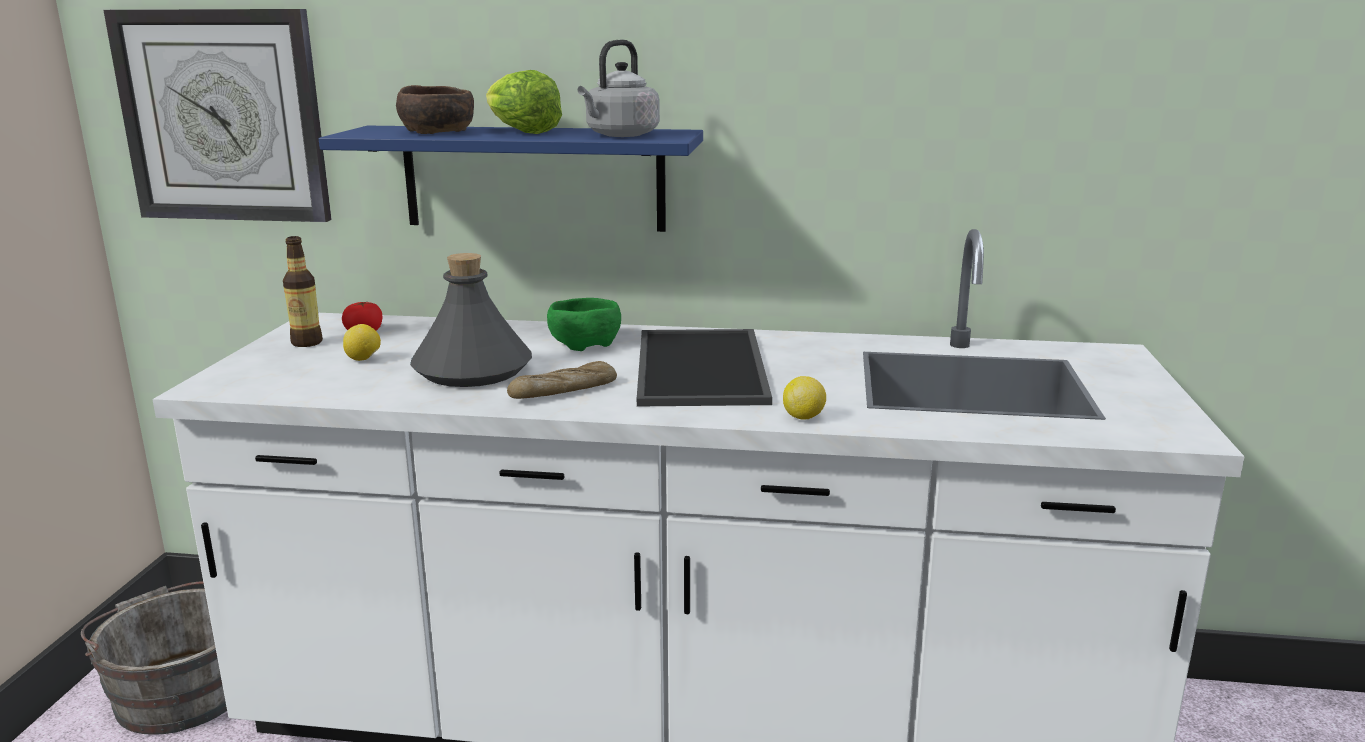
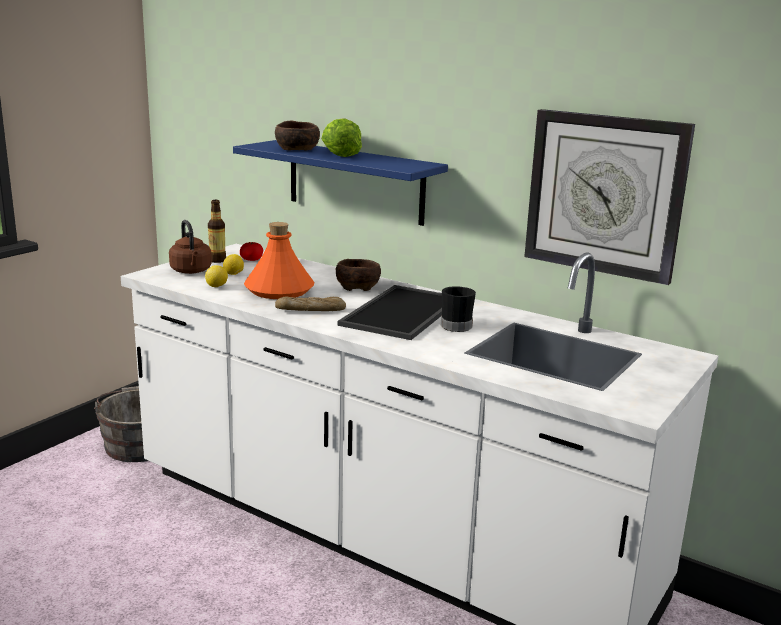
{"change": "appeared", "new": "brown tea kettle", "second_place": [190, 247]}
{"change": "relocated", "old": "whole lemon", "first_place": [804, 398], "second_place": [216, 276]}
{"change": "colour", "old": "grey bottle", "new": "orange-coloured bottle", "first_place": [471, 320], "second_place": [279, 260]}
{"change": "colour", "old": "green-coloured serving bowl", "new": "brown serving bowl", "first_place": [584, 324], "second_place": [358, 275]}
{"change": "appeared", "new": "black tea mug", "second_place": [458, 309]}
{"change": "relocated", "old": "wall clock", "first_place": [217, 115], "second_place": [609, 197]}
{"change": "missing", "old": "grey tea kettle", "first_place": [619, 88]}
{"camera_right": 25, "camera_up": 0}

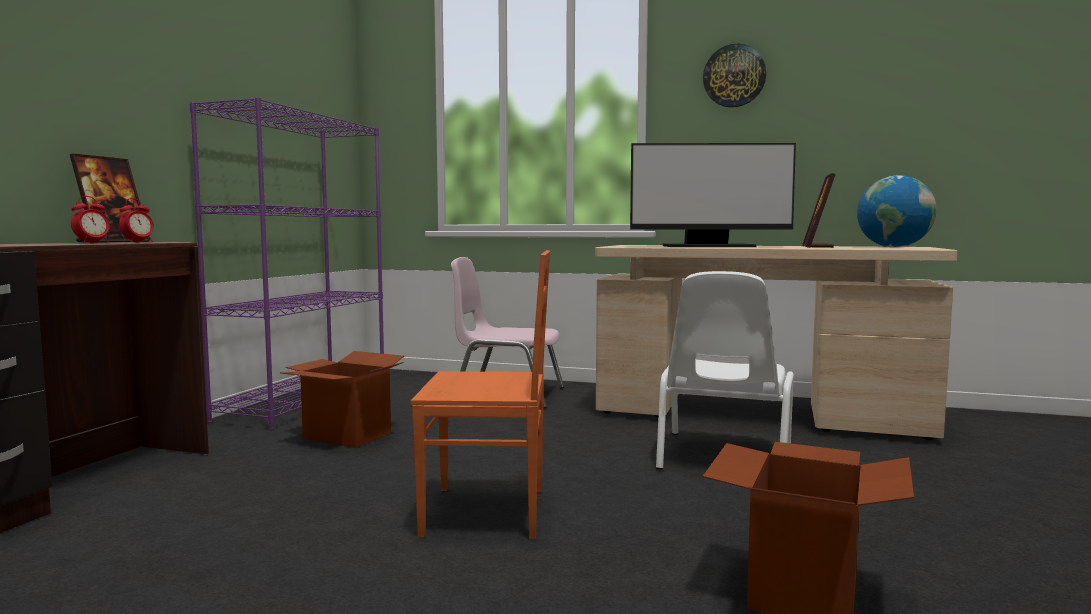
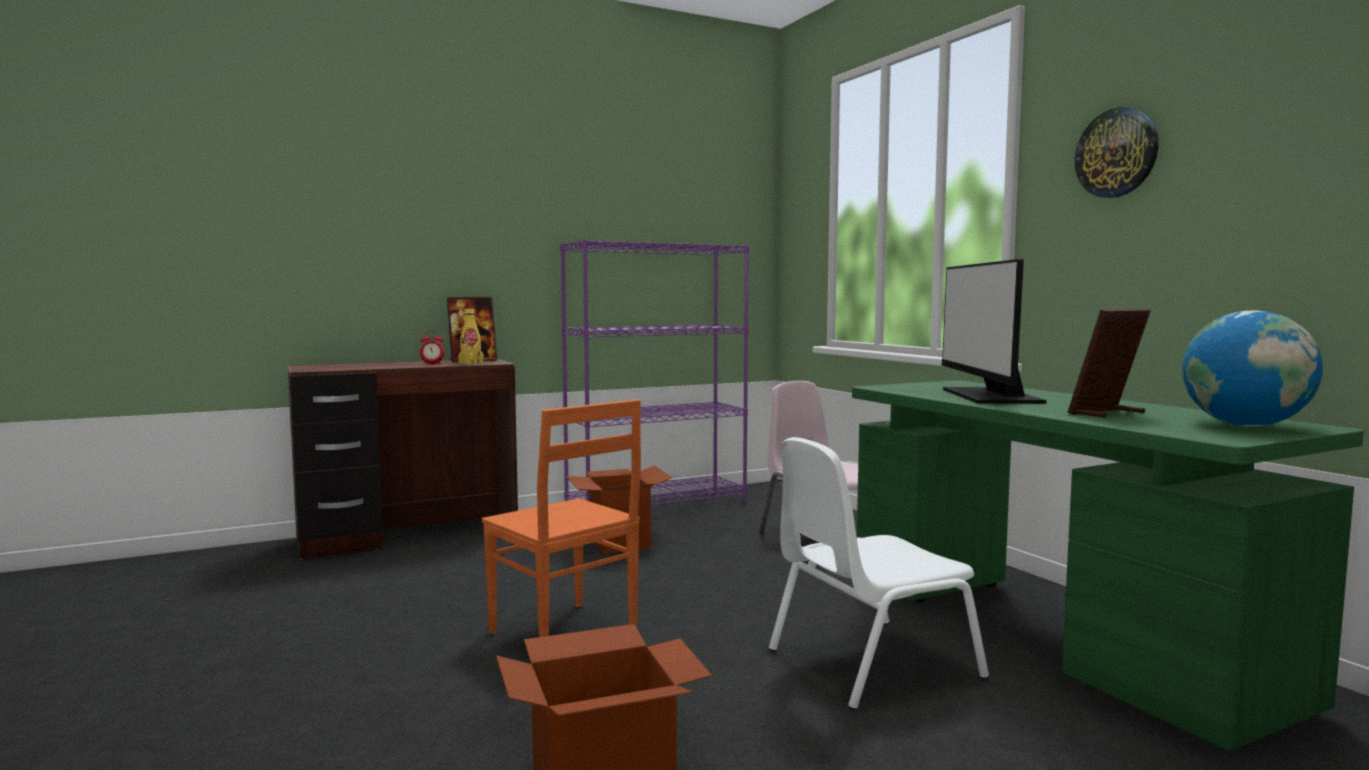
{"change": "exchanged", "old": "table clock", "new": "yellow-coloured bottle", "first_place": [136, 220], "second_place": [471, 336]}
{"change": "colour", "old": "beige-coloured desk unit", "new": "green-coloured desk unit", "first_place": [776, 342], "second_place": [1108, 565]}
{"change": "spun", "old": "computer screen", "first_place": [713, 195], "second_place": [994, 331], "degrees": 45}
{"camera_right": 45, "camera_up": 0}

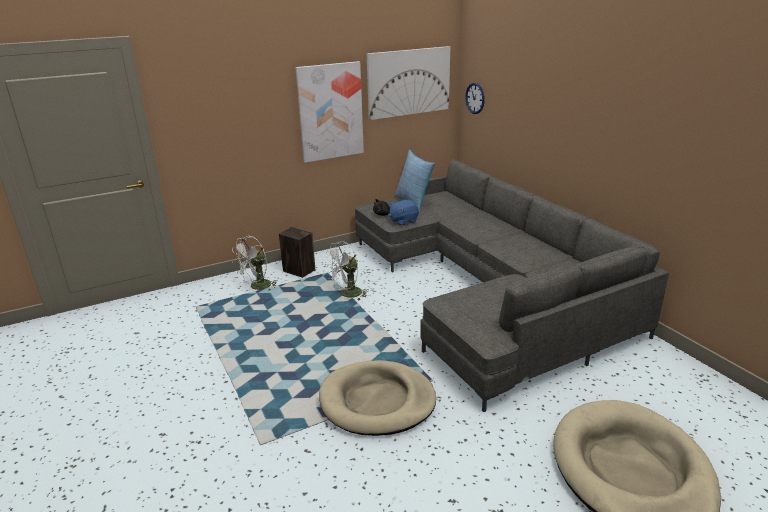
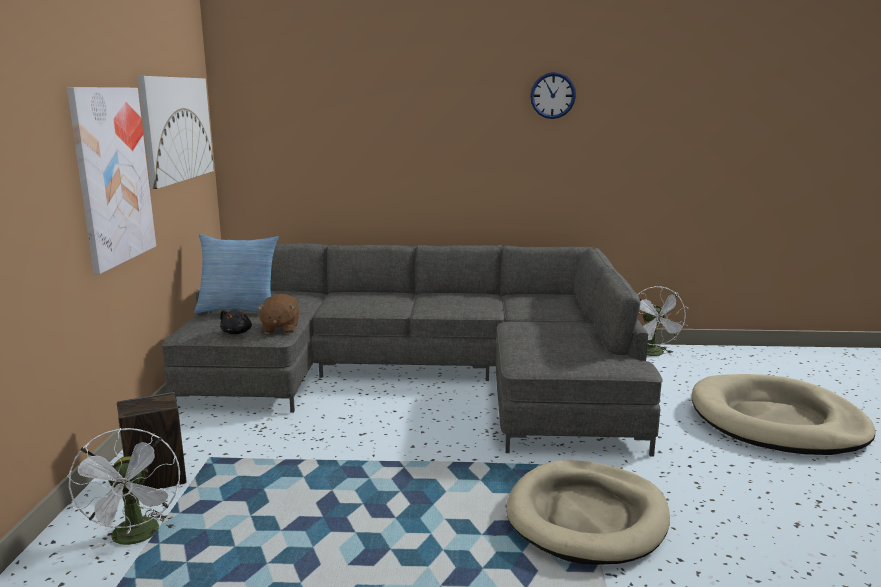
{"change": "colour", "old": "blue plush toy", "new": "brown plush toy", "first_place": [404, 213], "second_place": [277, 314]}
{"change": "relocated", "old": "wall clock", "first_place": [475, 98], "second_place": [553, 95]}
{"change": "relocated", "old": "white fan", "first_place": [347, 271], "second_place": [663, 321]}
{"camera_right": -60, "camera_up": -10}

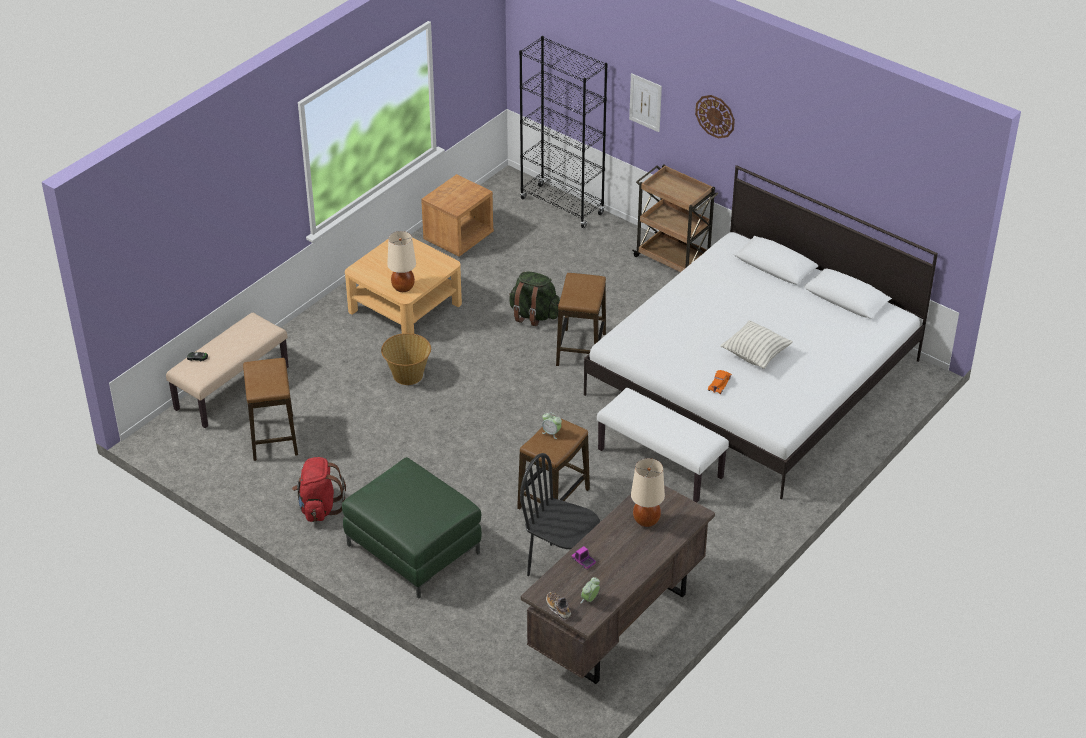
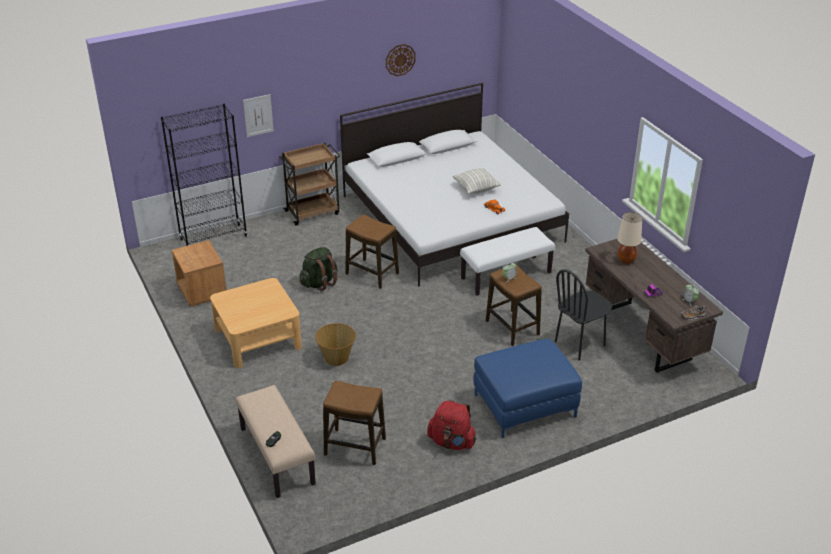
{"change": "relocated", "old": "wall clock", "first_place": [715, 116], "second_place": [401, 60]}
{"change": "colour", "old": "green-coloured footrest", "new": "blue footrest", "first_place": [412, 528], "second_place": [527, 388]}
{"change": "missing", "old": "beige-coloured table lamp", "first_place": [401, 261]}
{"camera_right": -65, "camera_up": -5}

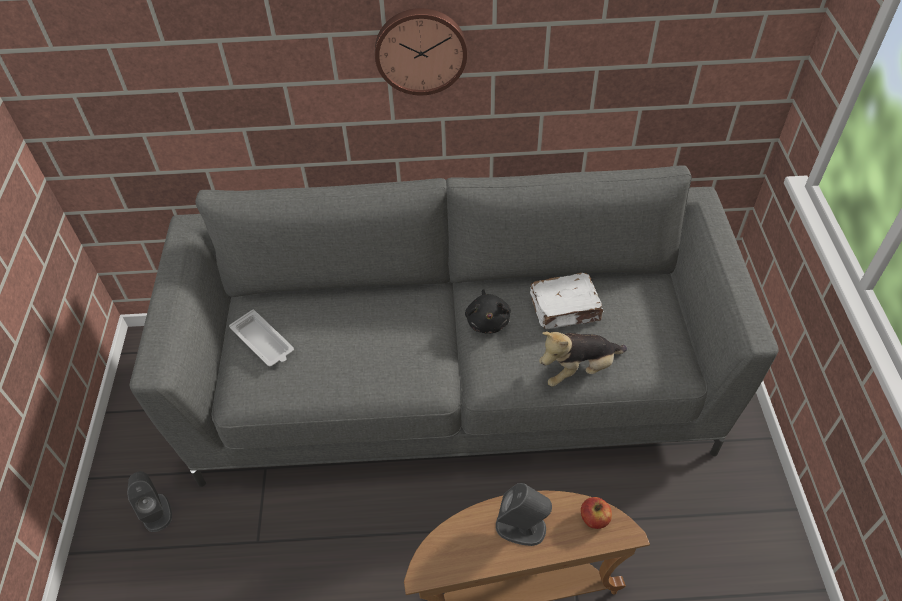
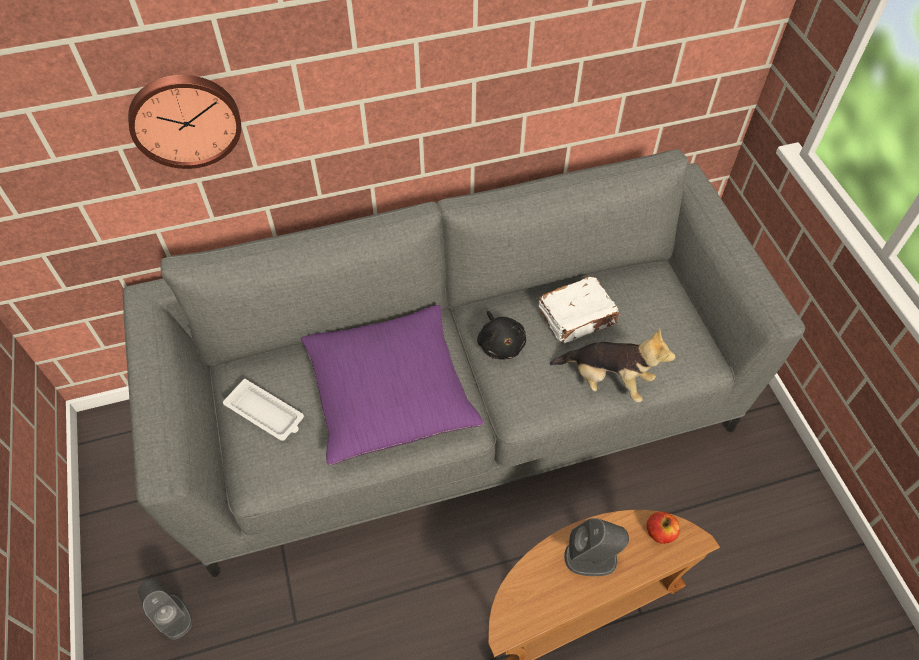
{"change": "relocated", "old": "wall clock", "first_place": [421, 51], "second_place": [184, 122]}
{"change": "appeared", "new": "purple-coloured cushion", "second_place": [392, 385]}
{"change": "spun", "old": "plush toy", "first_place": [583, 359], "second_place": [612, 365], "degrees": -120}
{"camera_right": -15, "camera_up": 5}

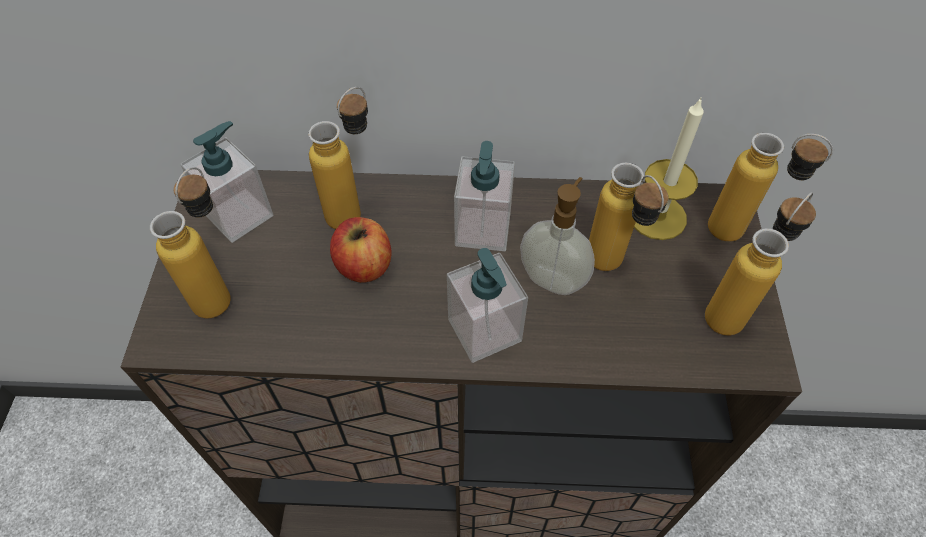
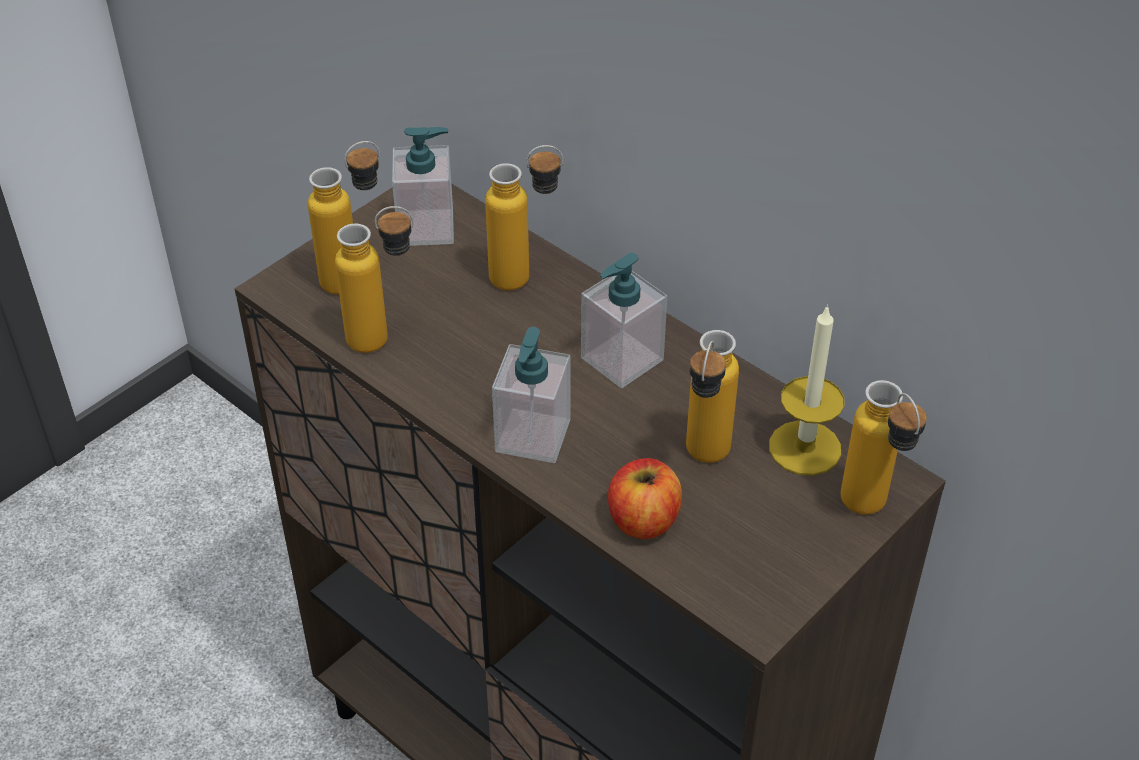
{"change": "relocated", "old": "bottle", "first_place": [760, 264], "second_place": [374, 279]}
{"change": "relocated", "old": "apple fruit", "first_place": [361, 250], "second_place": [645, 498]}
{"change": "missing", "old": "soap bottle", "first_place": [557, 236]}
{"camera_right": 40, "camera_up": -10}

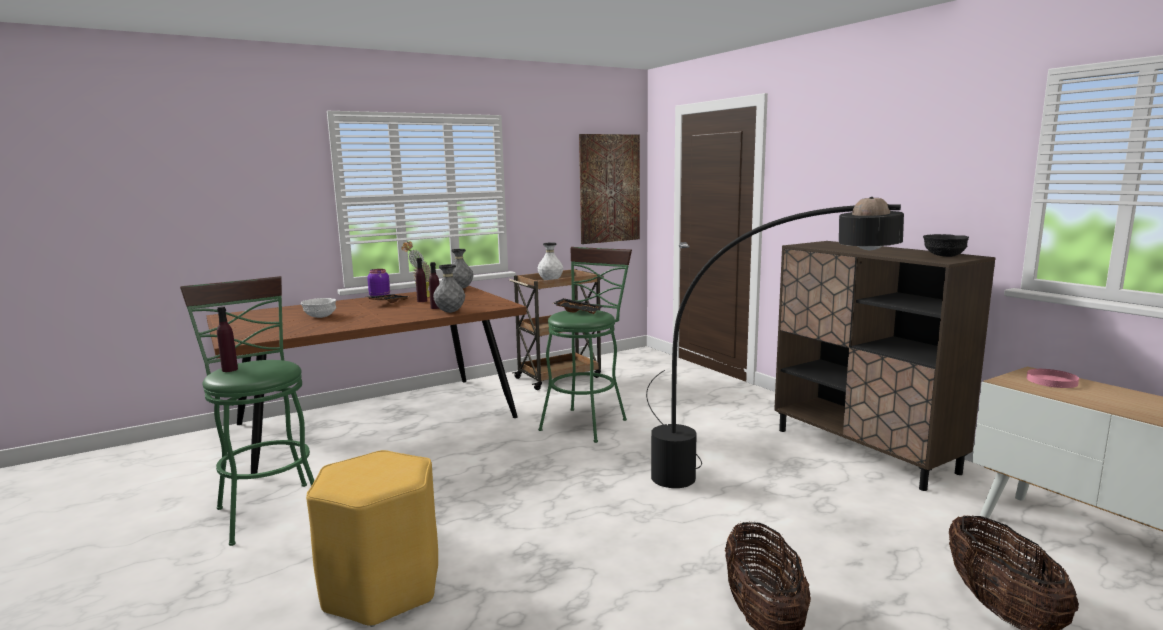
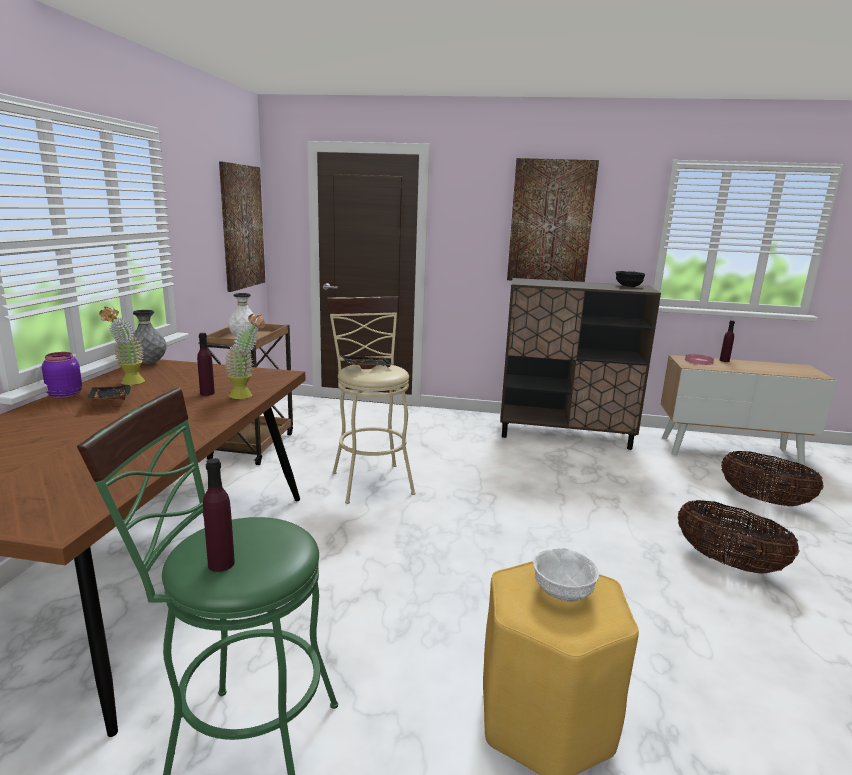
{"change": "exchanged", "old": "grey vase", "new": "potted plant", "first_place": [449, 288], "second_place": [245, 356]}
{"change": "colour", "old": "green-coloured stool seat", "new": "beige-coloured stool seat", "first_place": [585, 345], "second_place": [371, 400]}
{"change": "appeared", "new": "picture", "second_place": [553, 220]}
{"change": "relocated", "old": "white serving bowl", "first_place": [318, 308], "second_place": [566, 575]}
{"change": "relocated", "old": "purple-coloured bottle", "first_place": [421, 280], "second_place": [727, 341]}
{"change": "missing", "old": "black floor lamp", "first_place": [775, 342]}
{"camera_right": -50, "camera_up": 5}

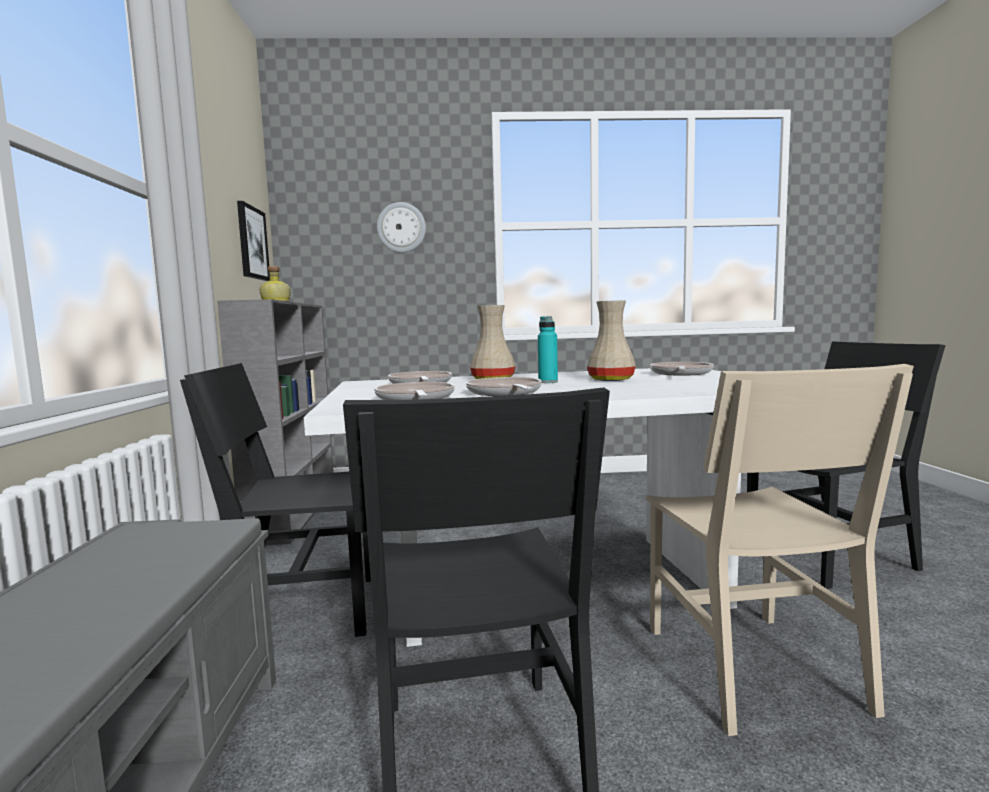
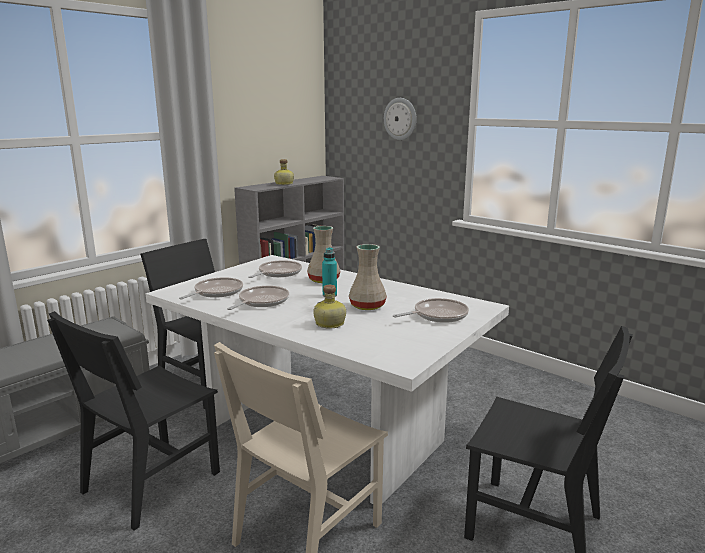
{"change": "appeared", "new": "bottle", "second_place": [329, 307]}
{"change": "missing", "old": "picture", "first_place": [253, 241]}
{"camera_right": 45, "camera_up": 10}

